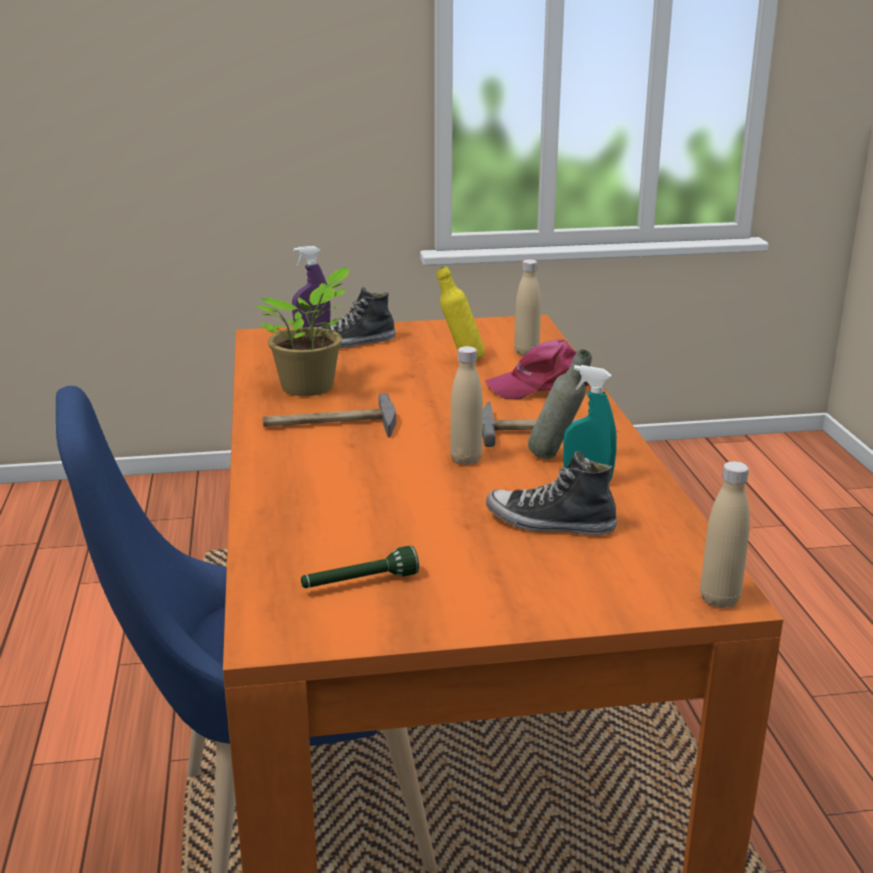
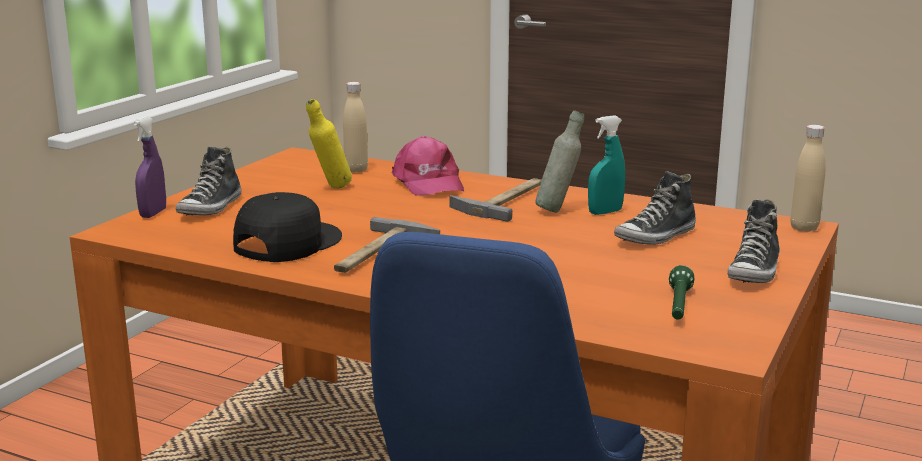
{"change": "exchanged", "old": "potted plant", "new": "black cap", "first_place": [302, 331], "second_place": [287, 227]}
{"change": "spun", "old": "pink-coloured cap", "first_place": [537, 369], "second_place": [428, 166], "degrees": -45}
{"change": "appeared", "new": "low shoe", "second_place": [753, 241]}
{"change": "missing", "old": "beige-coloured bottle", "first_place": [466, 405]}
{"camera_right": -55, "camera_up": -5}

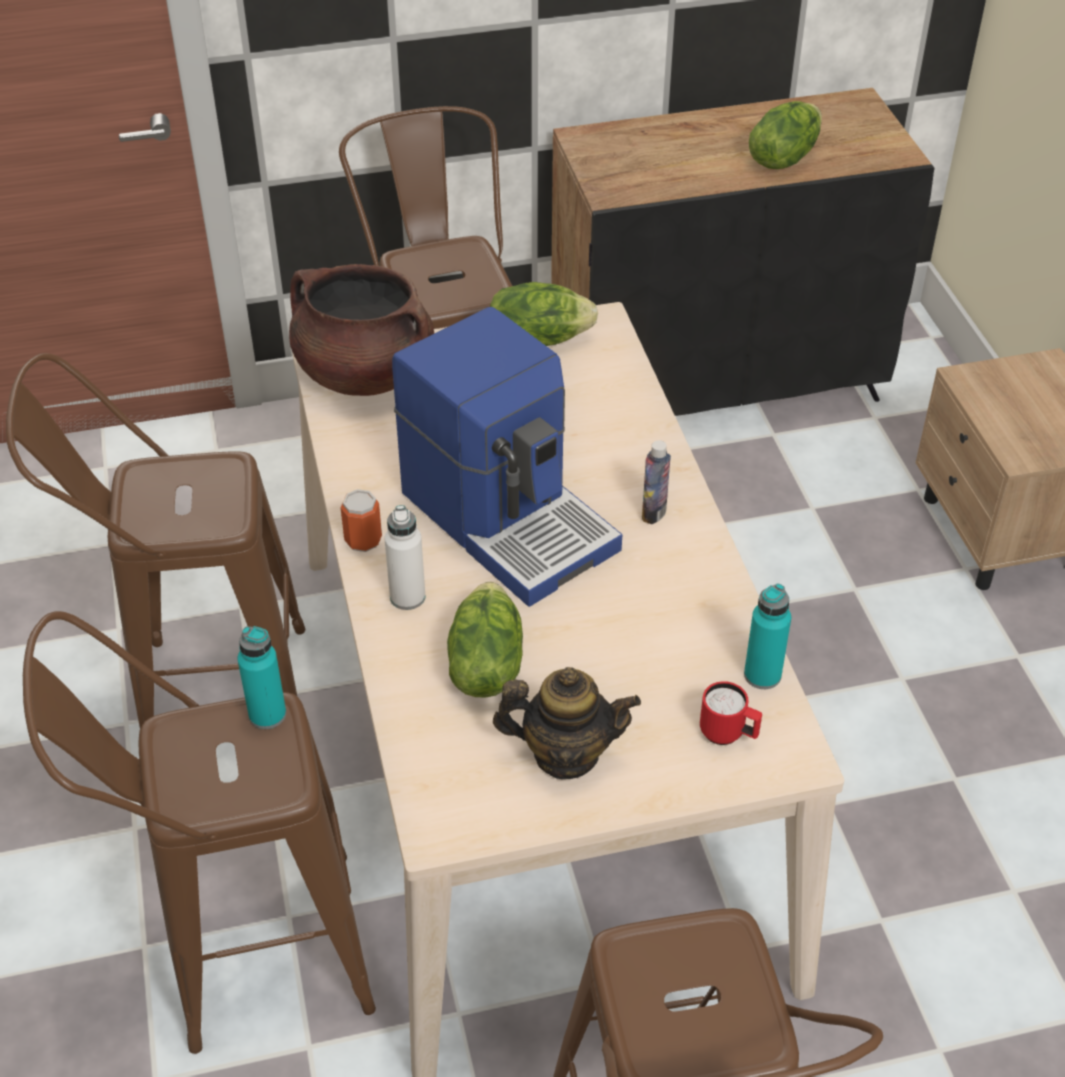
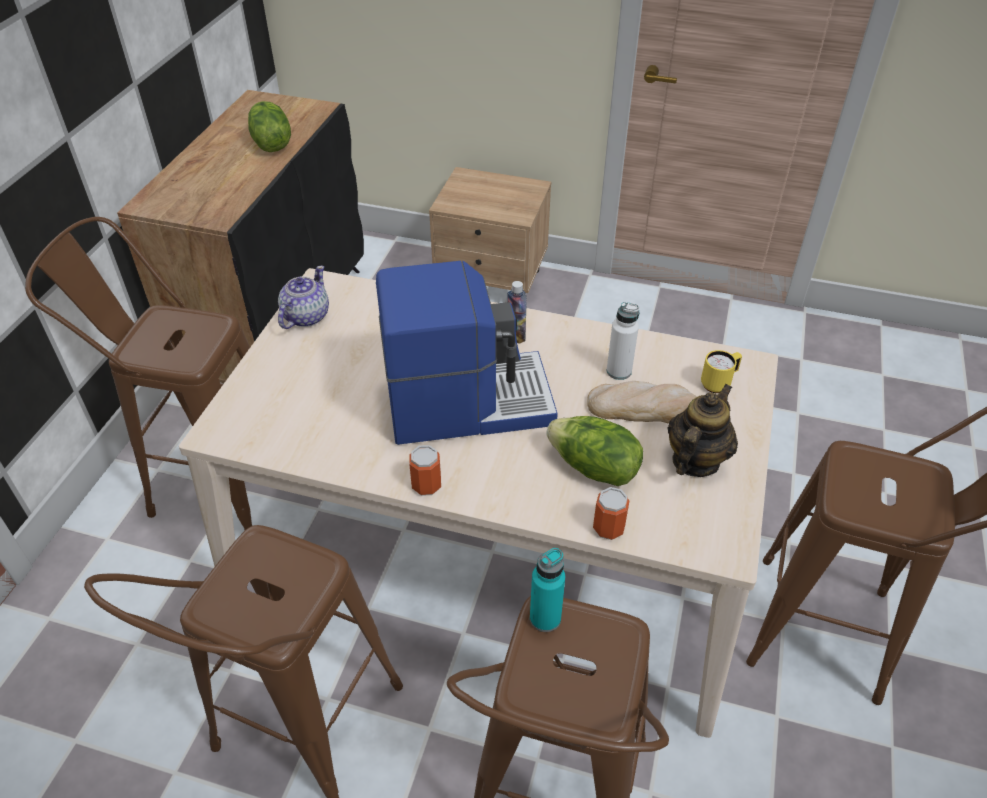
{"change": "exchanged", "old": "lettuce", "new": "pot for tea", "first_place": [544, 314], "second_place": [303, 297]}
{"change": "appeared", "new": "bakery bread", "second_place": [642, 402]}
{"change": "appeared", "new": "can", "second_place": [611, 513]}
{"change": "relocated", "old": "white bottle", "first_place": [404, 557], "second_place": [623, 341]}
{"change": "colour", "old": "red-coloured tea mug", "new": "yellow-coloured tea mug", "first_place": [731, 713], "second_place": [721, 371]}
{"change": "missing", "old": "brown cooking pot", "first_place": [361, 330]}
{"change": "missing", "old": "turquoise bottle", "first_place": [767, 636]}
{"camera_right": -60, "camera_up": 0}

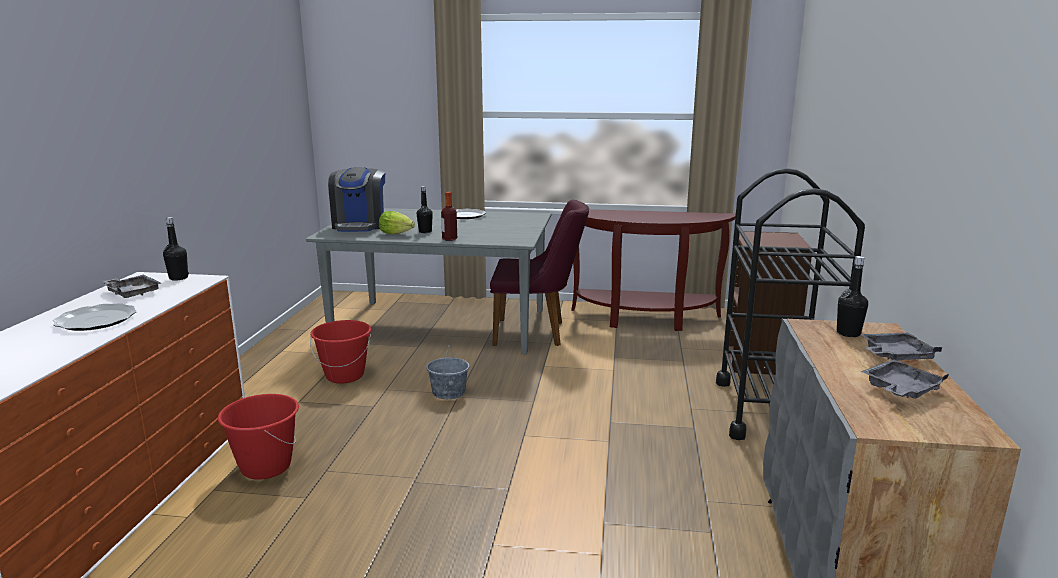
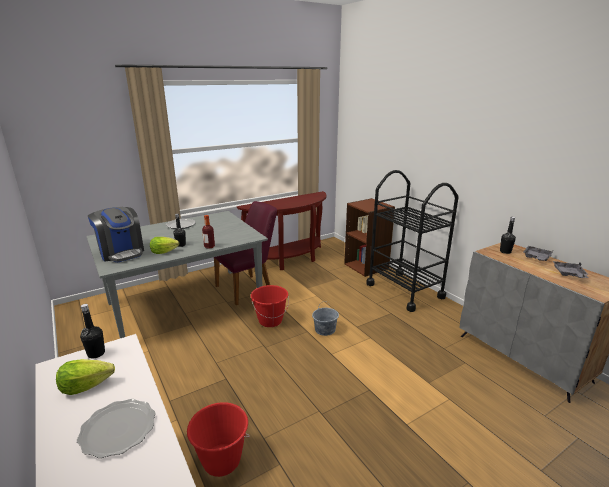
{"change": "exchanged", "old": "grey tray", "new": "lettuce", "first_place": [132, 286], "second_place": [85, 377]}
{"change": "relocated", "old": "red-coloured bucket", "first_place": [340, 352], "second_place": [270, 306]}
{"change": "relocated", "old": "grey bucket", "first_place": [447, 371], "second_place": [325, 318]}
{"camera_right": -40, "camera_up": 5}

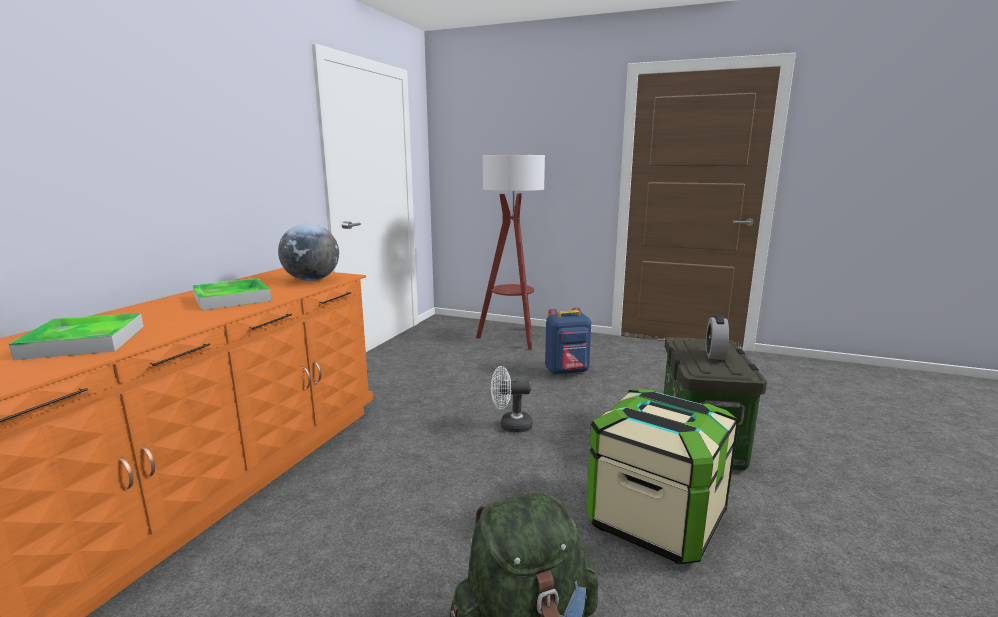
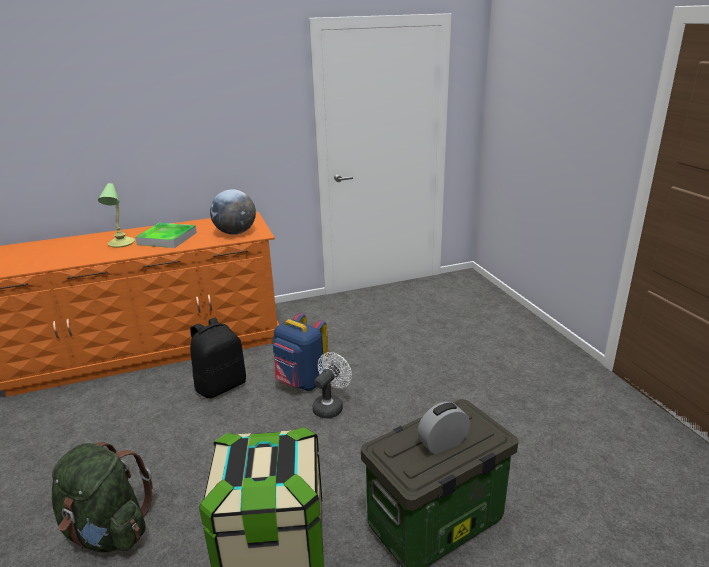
{"change": "appeared", "new": "table lamp", "second_place": [116, 215]}
{"change": "appeared", "new": "black backpack", "second_place": [218, 358]}
{"change": "relocated", "old": "blue backpack", "first_place": [568, 341], "second_place": [300, 352]}
{"change": "spun", "old": "white fan", "first_place": [512, 399], "second_place": [332, 385], "degrees": 75}
{"change": "missing", "old": "tray", "first_place": [76, 336]}
{"change": "missing", "old": "floor lamp", "first_place": [510, 252]}
{"camera_right": 50, "camera_up": 10}

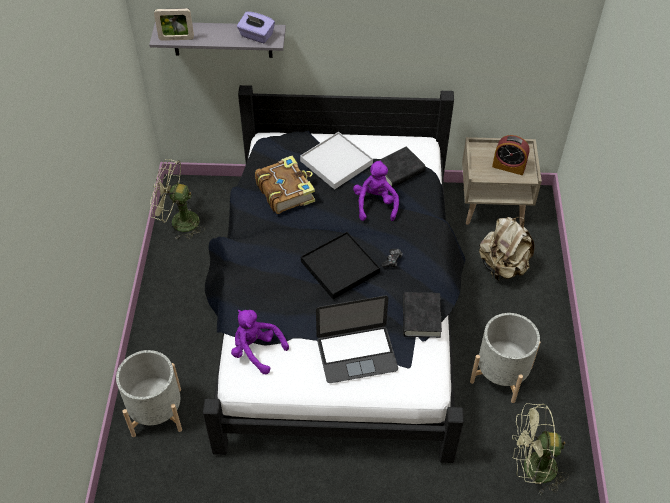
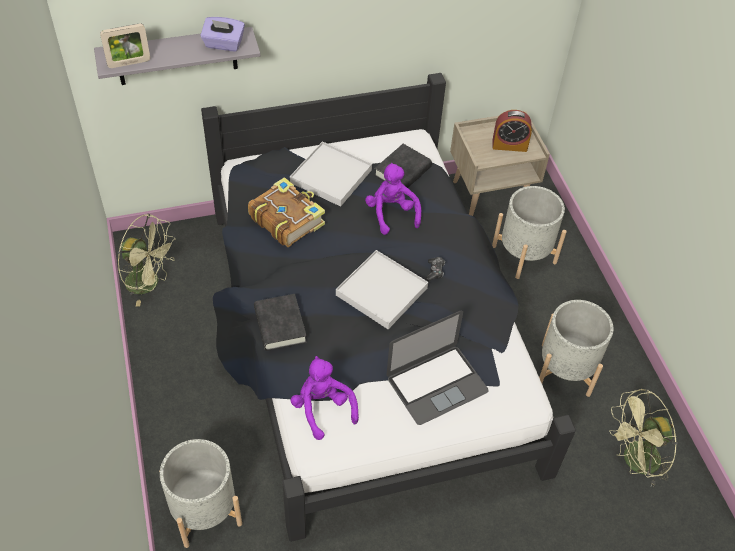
{"change": "spun", "old": "green-coloured fan", "first_place": [177, 199], "second_place": [147, 260], "degrees": -150}
{"change": "relocated", "old": "black volume", "first_place": [422, 315], "second_place": [280, 322]}
{"change": "spun", "old": "purple-coloured plush toy", "first_place": [260, 342], "second_place": [324, 398], "degrees": 45}
{"change": "colour", "old": "black tray", "new": "white tray", "first_place": [340, 265], "second_place": [382, 289]}
{"change": "exchanged", "old": "beige-coloured backpack", "new": "grey planter", "first_place": [506, 248], "second_place": [529, 232]}
{"camera_right": -20, "camera_up": 0}

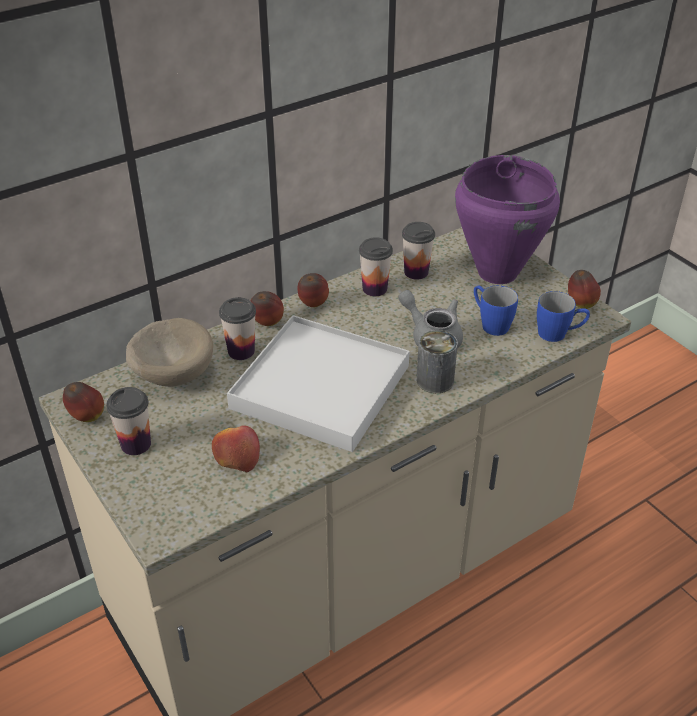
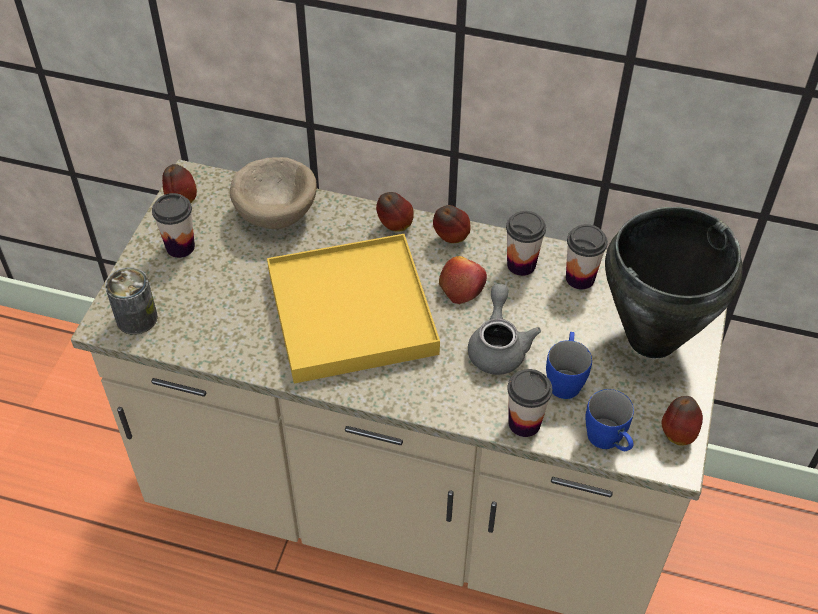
{"change": "relocated", "old": "can", "first_place": [437, 361], "second_place": [131, 301]}
{"change": "colour", "old": "white tray", "new": "yellow-coloured tray", "first_place": [318, 383], "second_place": [353, 309]}
{"change": "relocated", "old": "apple fruit", "first_place": [236, 448], "second_place": [463, 280]}
{"change": "relocated", "old": "small cup", "first_place": [237, 328], "second_place": [529, 403]}
{"change": "colour", "old": "purple-coloured cooking pot", "new": "black cooking pot", "first_place": [507, 219], "second_place": [674, 282]}
{"camera_right": 50, "camera_up": 10}

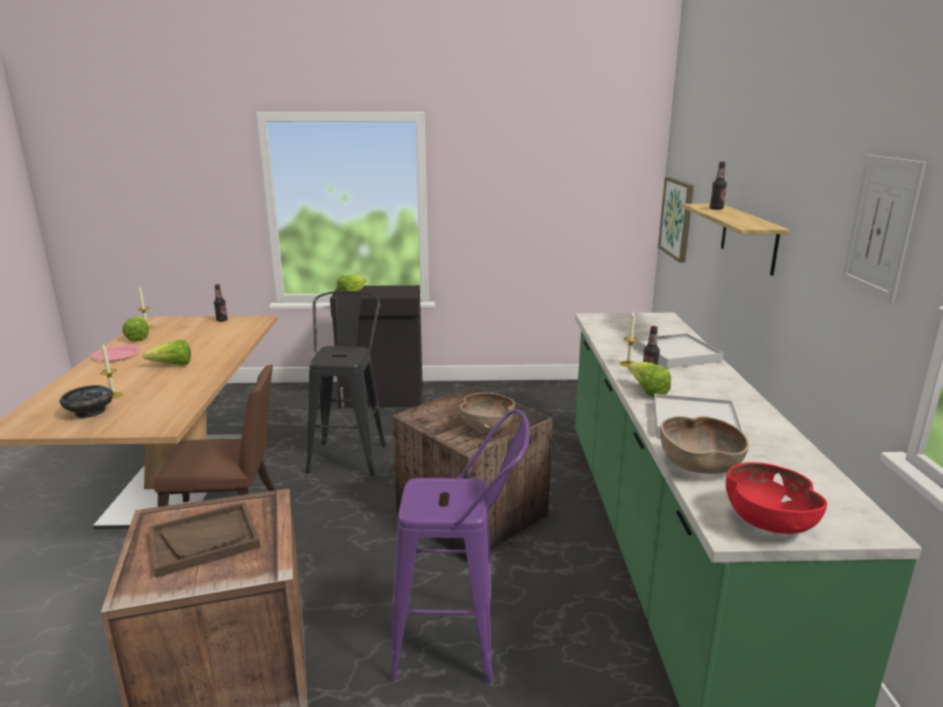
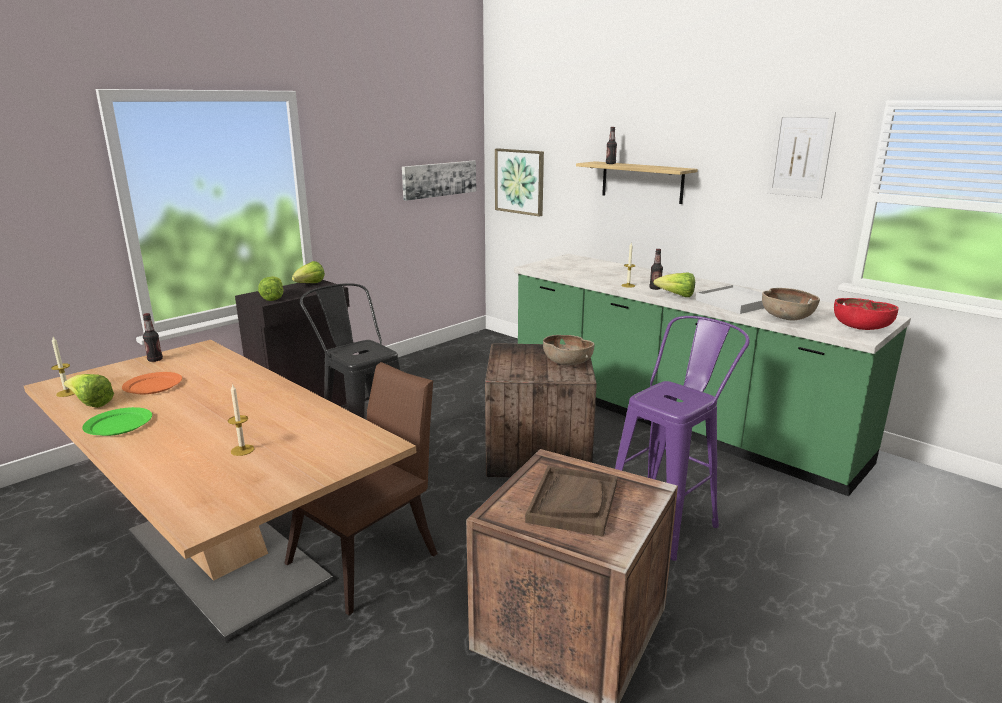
{"change": "colour", "old": "pink-coloured plate", "new": "green-coloured plate", "first_place": [116, 353], "second_place": [117, 421]}
{"change": "appeared", "new": "orange-coloured plate", "second_place": [152, 383]}
{"change": "relocated", "old": "lettuce", "first_place": [167, 352], "second_place": [308, 272]}
{"change": "appeared", "new": "picture", "second_place": [439, 181]}
{"change": "missing", "old": "black serving bowl", "first_place": [86, 401]}
{"change": "missing", "old": "white tray", "first_place": [678, 350]}
{"camera_right": -45, "camera_up": 0}

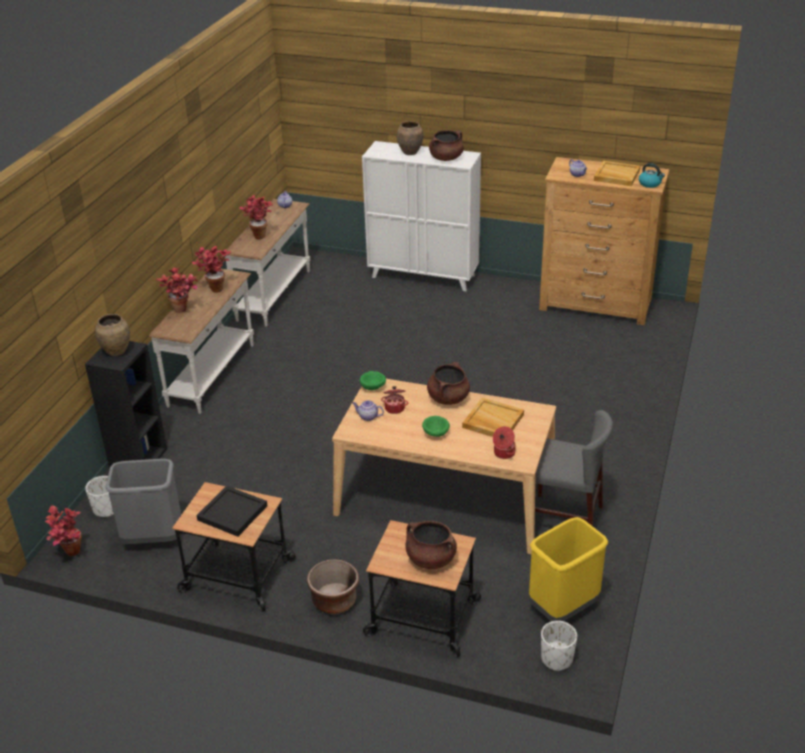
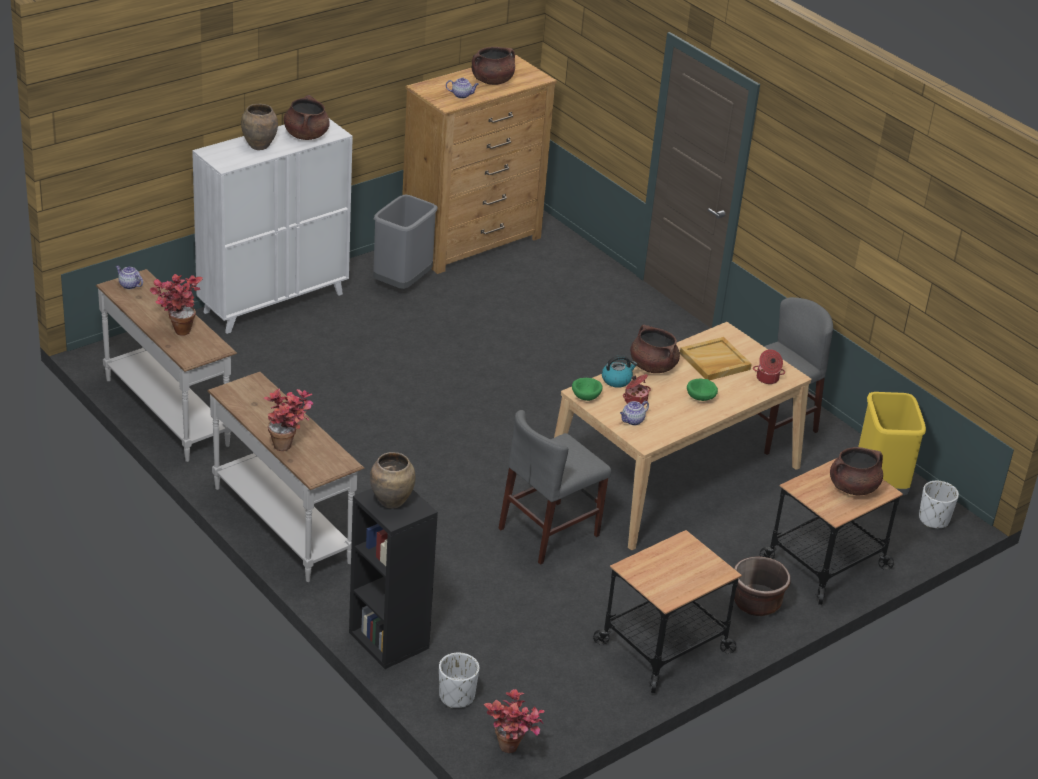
{"change": "relocated", "old": "grey trash can", "first_place": [143, 501], "second_place": [405, 242]}
{"change": "exchanged", "old": "beige-coloured tray", "new": "brown cooking pot", "first_place": [617, 173], "second_place": [493, 66]}
{"change": "appeared", "new": "grey upright chair", "second_place": [554, 487]}
{"change": "relocated", "old": "tea kettle", "first_place": [652, 175], "second_place": [619, 371]}
{"change": "missing", "old": "potted plant", "first_place": [211, 269]}
{"change": "missing", "old": "black tray", "first_place": [231, 511]}
{"camera_right": -60, "camera_up": 0}

